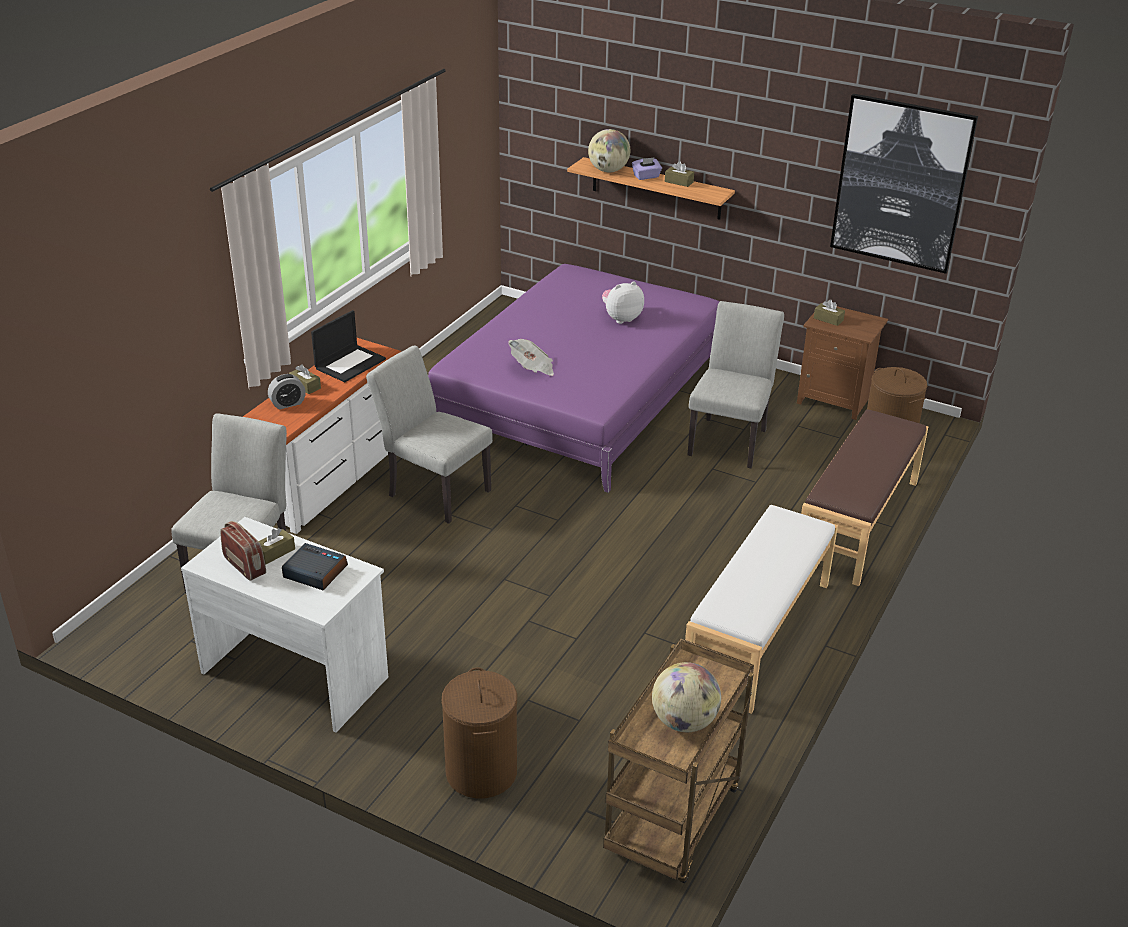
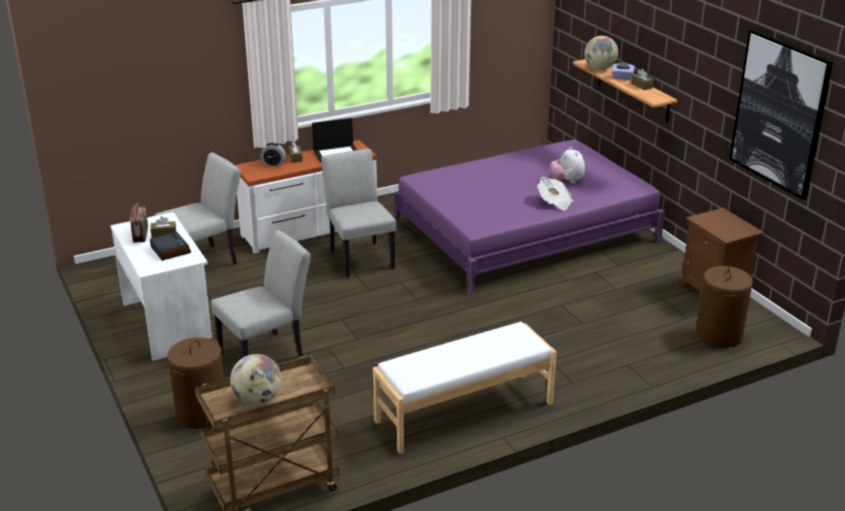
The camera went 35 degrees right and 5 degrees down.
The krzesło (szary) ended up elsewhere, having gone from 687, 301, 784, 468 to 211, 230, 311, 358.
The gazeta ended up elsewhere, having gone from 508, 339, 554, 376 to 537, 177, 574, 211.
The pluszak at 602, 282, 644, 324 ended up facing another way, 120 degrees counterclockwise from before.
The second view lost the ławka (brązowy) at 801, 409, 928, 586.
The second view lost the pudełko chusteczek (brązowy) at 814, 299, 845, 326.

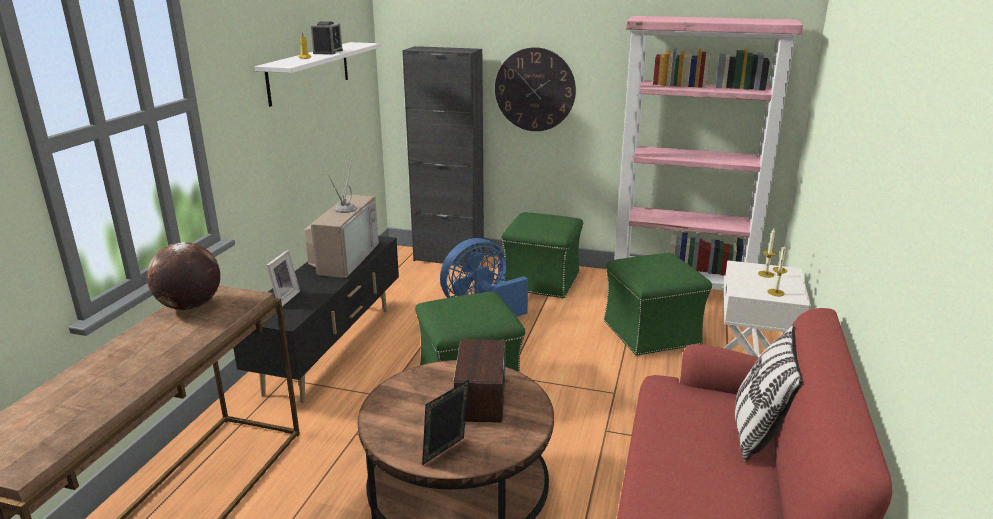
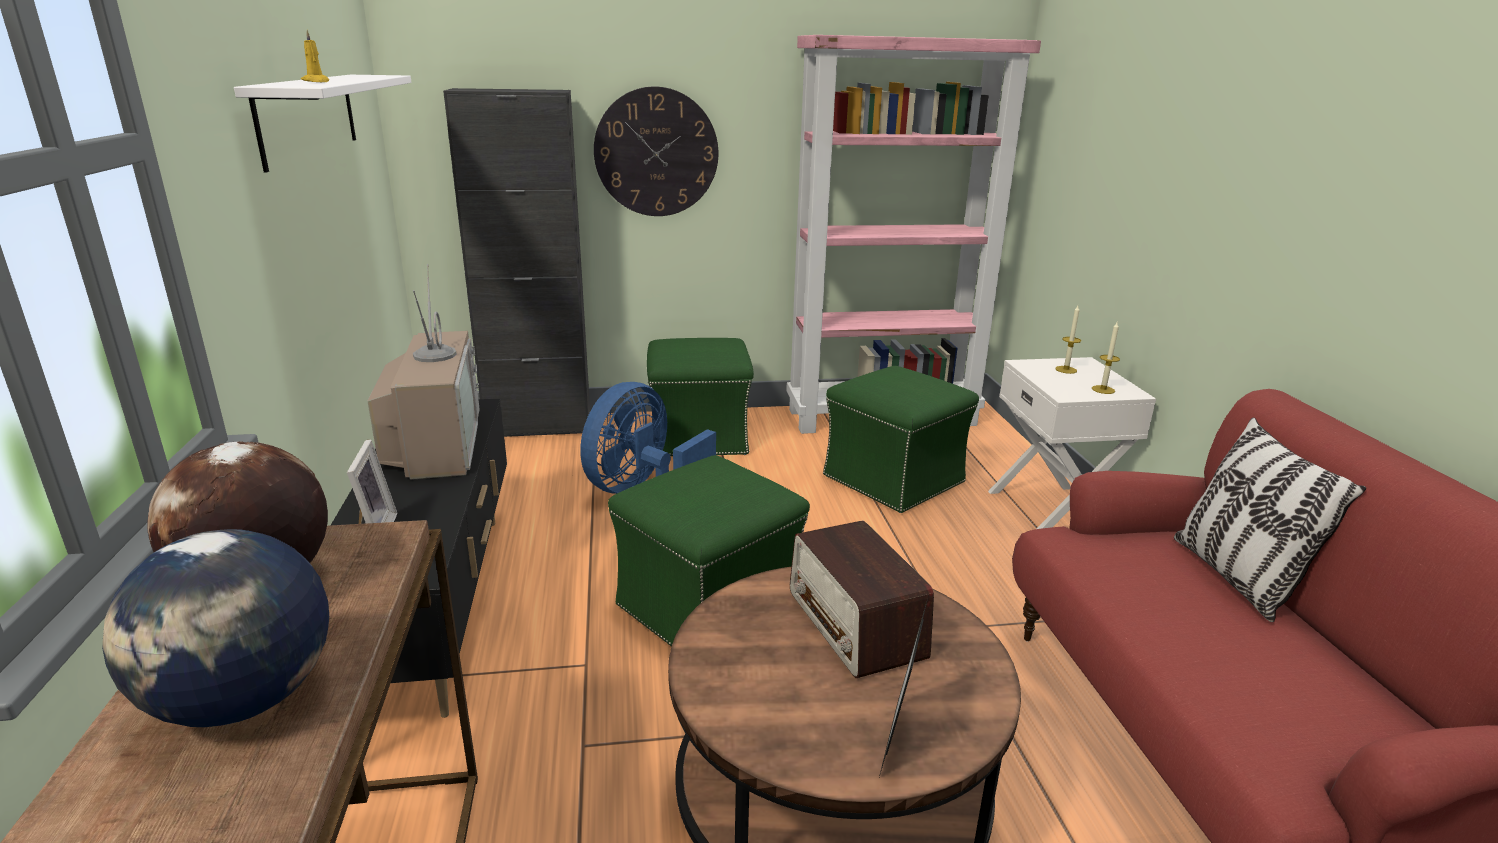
The camera went 25 degrees left and 0 degrees up.
The second view gained the globus at 102, 529, 329, 727.
The second view lost the budzik at 311, 21, 343, 55.

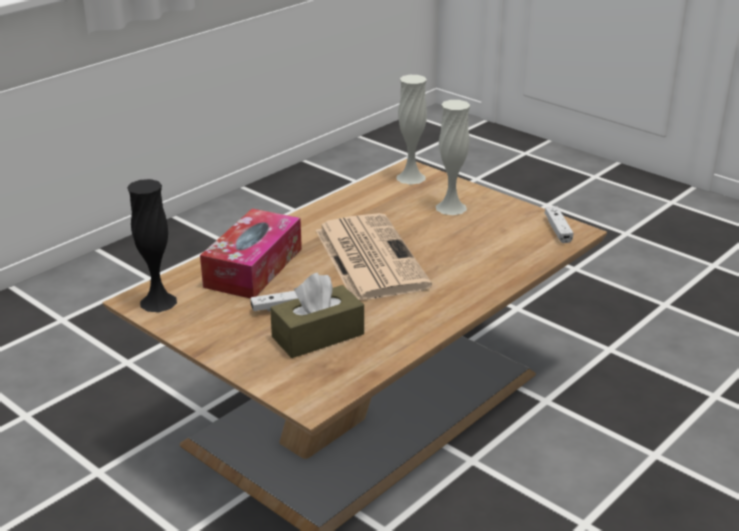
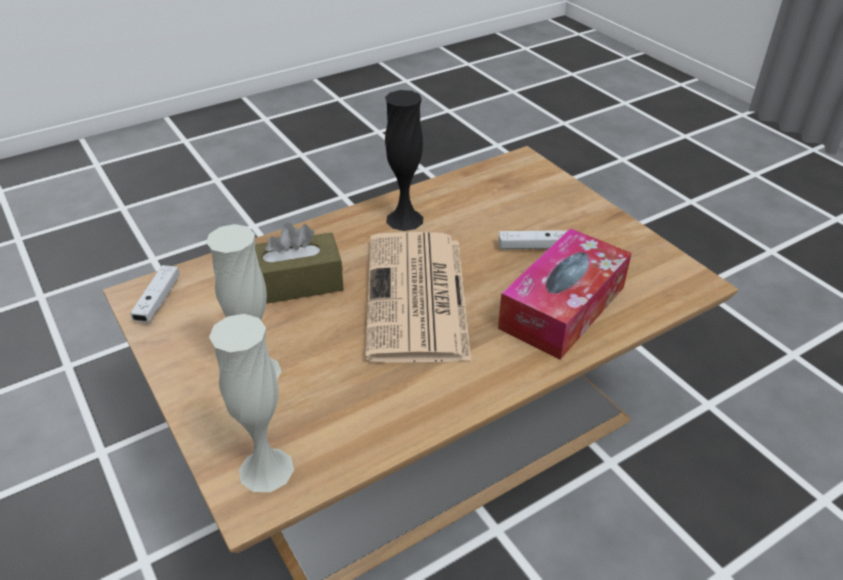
The camera went 165 degrees left and 10 degrees up.
The pudełko chusteczek (brązowy) ended up elsewhere, having gone from 270, 273, 364, 358 to 255, 223, 344, 304.
The wazon (czarny) ended up elsewhere, having gone from 127, 179, 177, 312 to 385, 90, 423, 231.

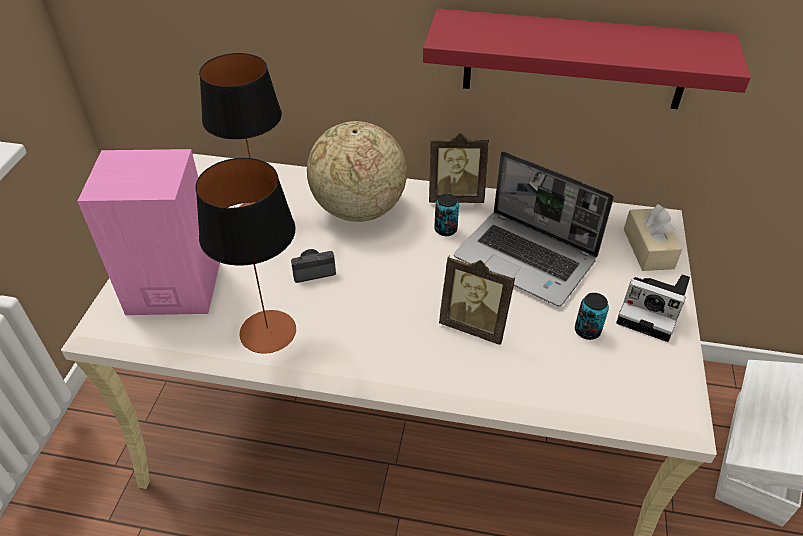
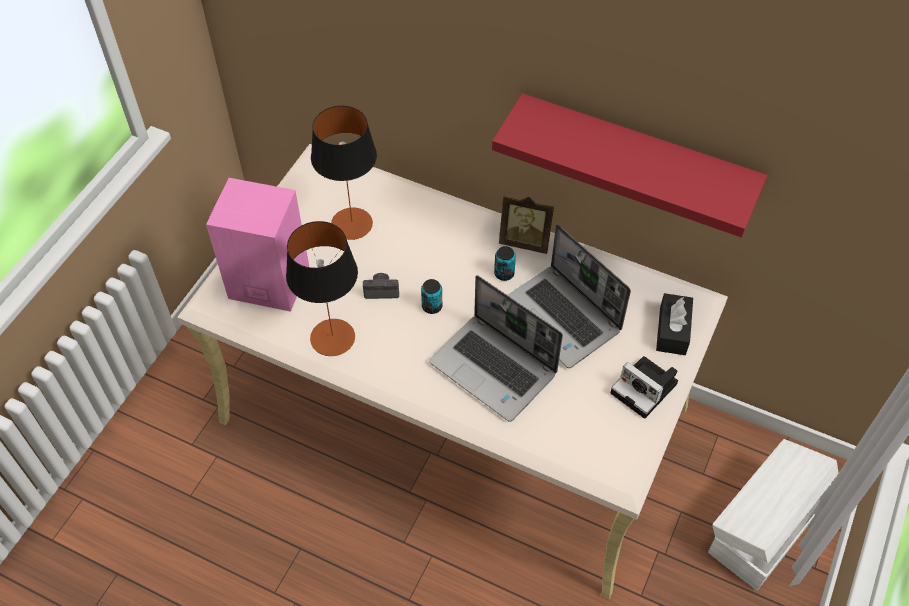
The camera went 15 degrees right and 10 degrees up.
The puszka ended up elsewhere, having gone from 575, 293, 609, 340 to 421, 279, 442, 314.
Where the ramka na zdjęcie stood at 439, 256, 515, 345, the laptop came to stand at 429, 275, 563, 422.
What was the pudełko chusteczek (beżowy) at 624, 204, 682, 271 turned into the pudełko chusteczek (czarny) at 656, 293, 693, 355.
The second view lost the globus at 307, 121, 407, 222.

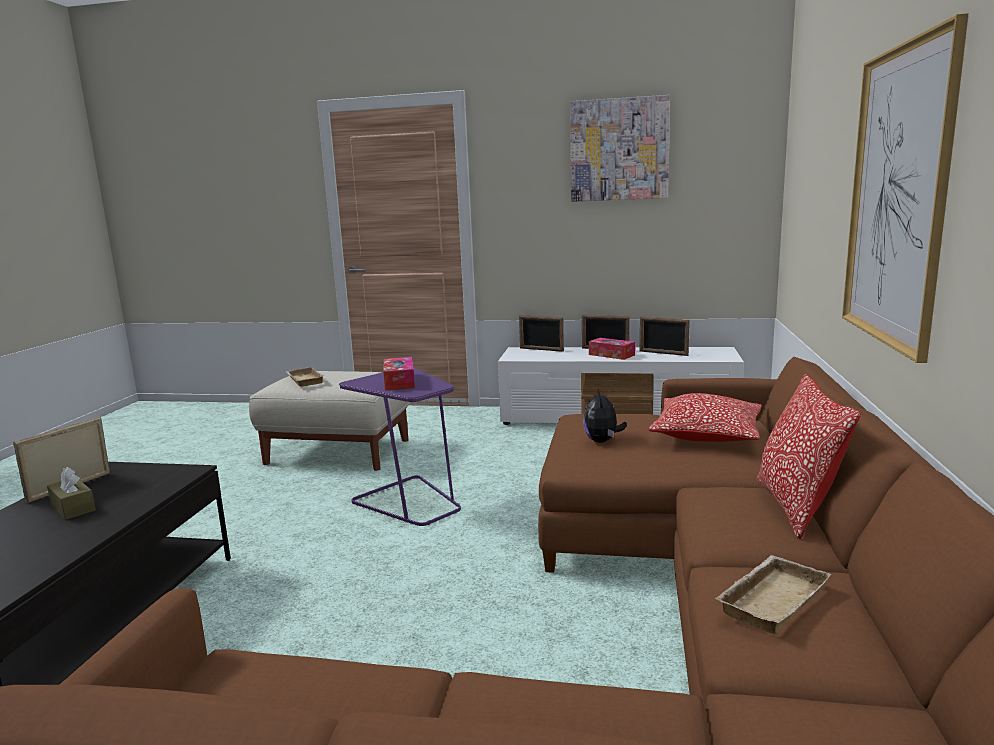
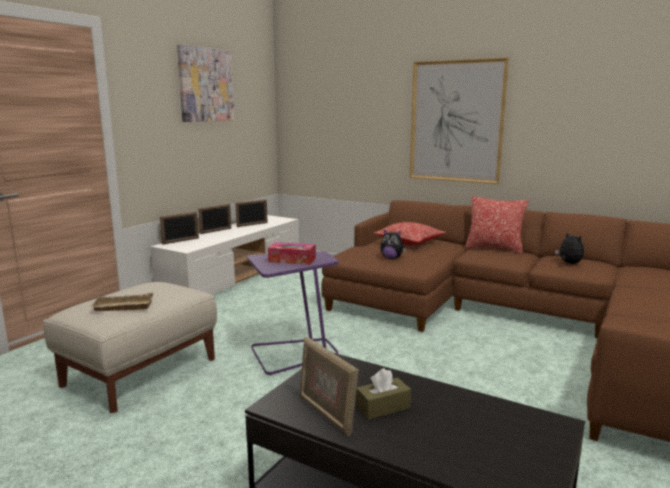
The camera went 70 degrees left and 0 degrees up.
Where the taca (beżowy) stood at 715, 555, 832, 634, the pluszak came to stand at 555, 232, 584, 264.
The second view lost the pudełko chusteczek at 589, 338, 635, 360.

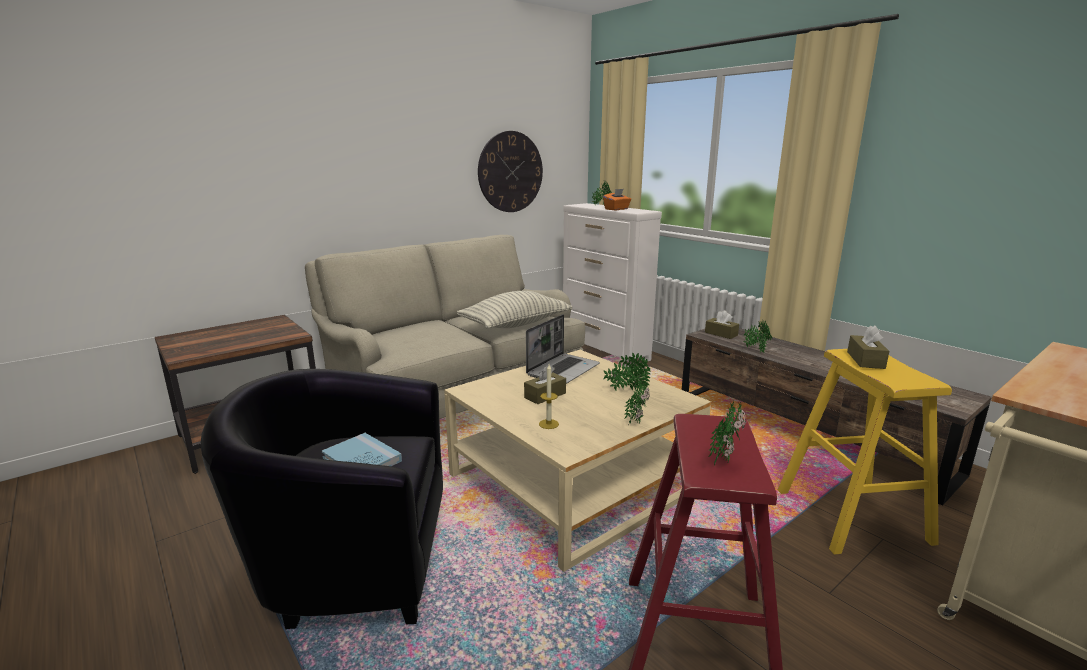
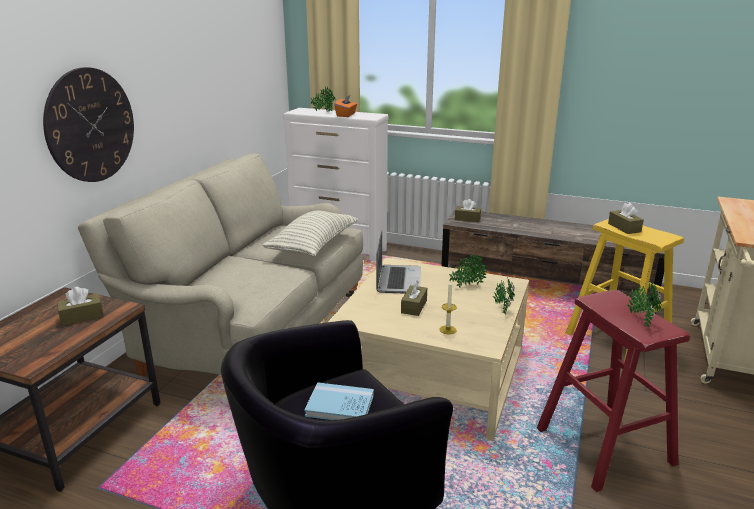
The camera went 30 degrees left and 5 degrees up.
The zegar ścienny ended up elsewhere, having gone from 478, 131, 543, 212 to 43, 67, 134, 182.
The second view gained the pudełko chusteczek (brązowy) at 57, 287, 103, 326.
The second view lost the roślina doniczkowa at 743, 319, 772, 353.

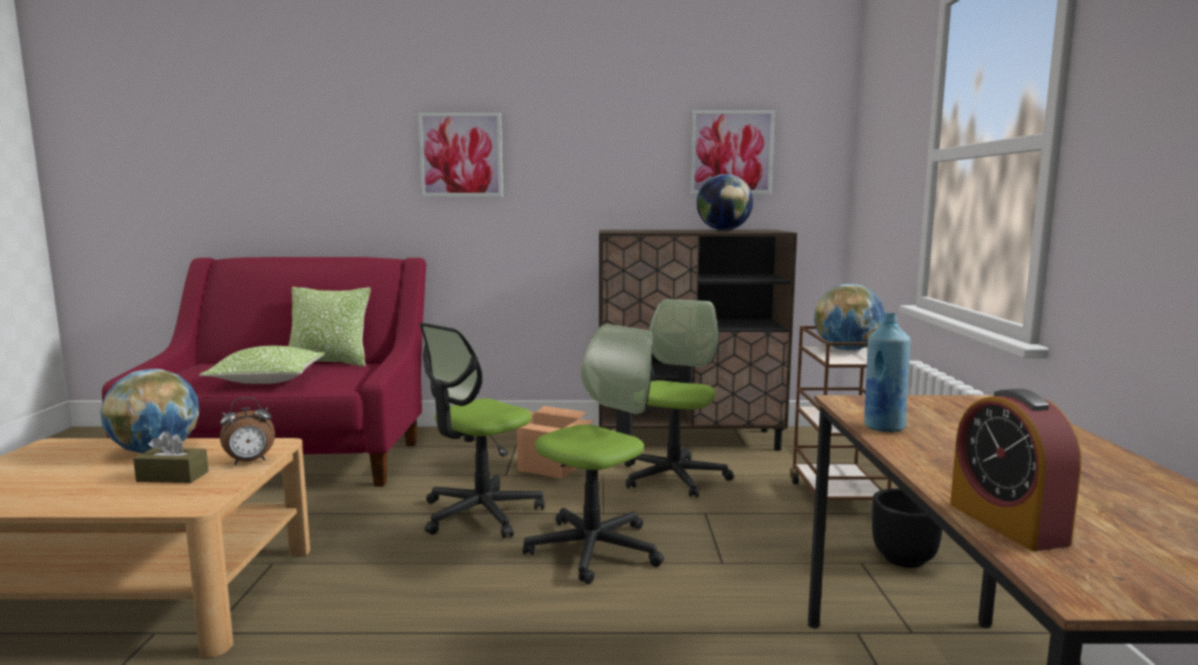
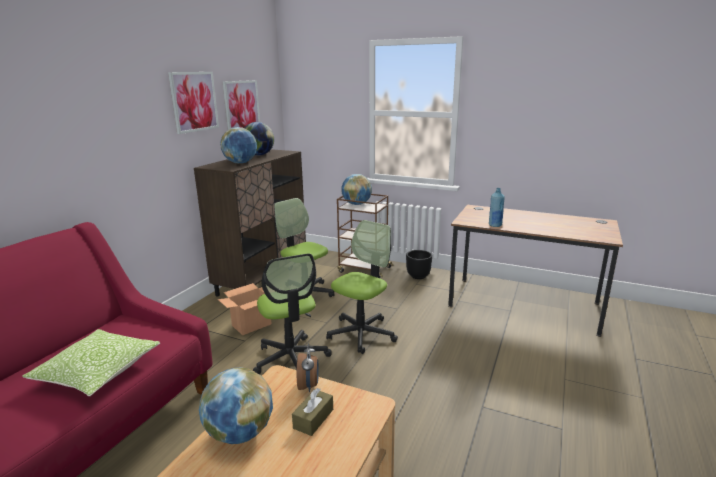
The camera went 65 degrees left and 10 degrees up.
The obraz ended up elsewhere, having gone from 418, 113, 503, 197 to 168, 72, 219, 134.
The second view gained the globus at 220, 127, 257, 163.
The krzesło biurowe at 523, 324, 664, 584 ended up facing another way, 60 degrees clockwise from before.
The second view lost the poduszka at 288, 287, 371, 366.
The second view lost the budzik at 950, 389, 1082, 551.

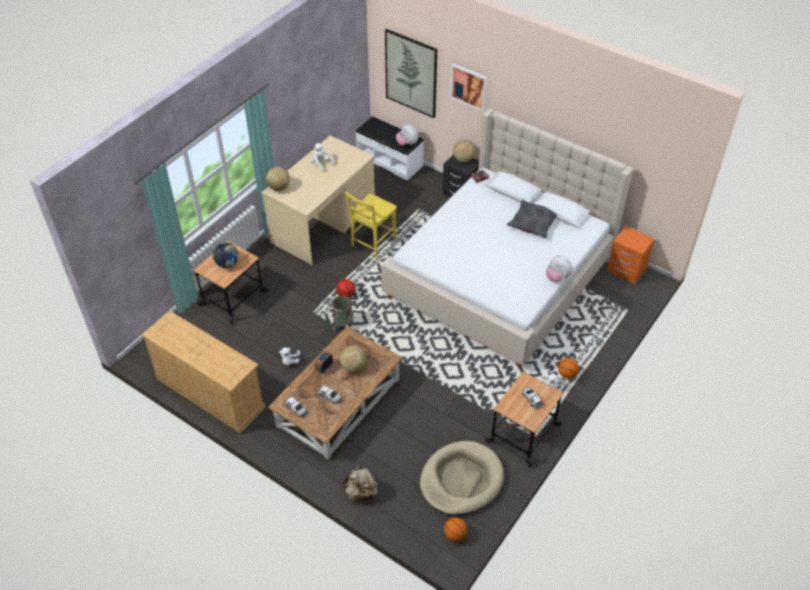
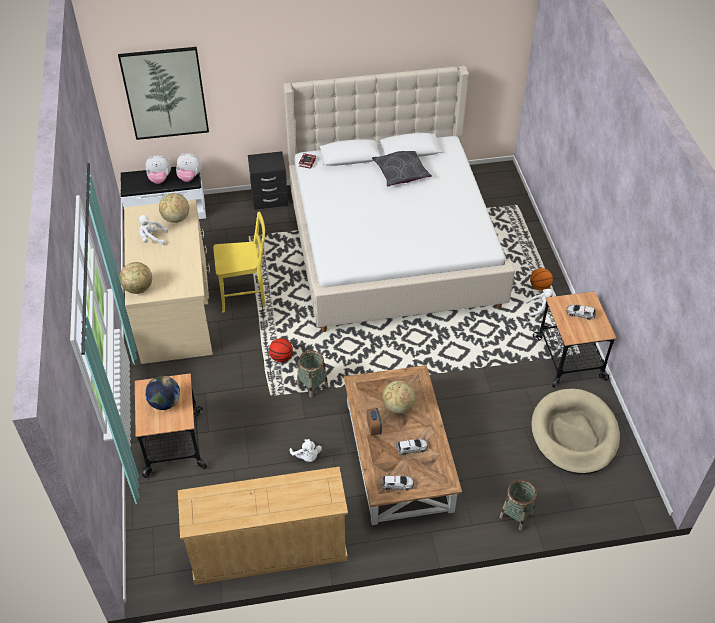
The camera went 45 degrees left and 0 degrees up.
The pluszak ended up elsewhere, having gone from 546, 255, 573, 282 to 145, 155, 171, 184.
The globus ended up elsewhere, having gone from 453, 140, 475, 162 to 159, 193, 189, 223.
The krzesło (żółty) at 345, 192, 397, 258 ended up facing another way, 90 degrees counterclockwise from before.
Where the plecak (beżowy) stood at 342, 465, 378, 501, the koszyk came to stand at 500, 480, 536, 530.
The second view lost the piłka do koszykówki at 444, 517, 468, 542.
The second view lost the obraz at 450, 64, 487, 111.
The second view lost the szafka nocna (pomarańczowy) at 607, 226, 655, 284.

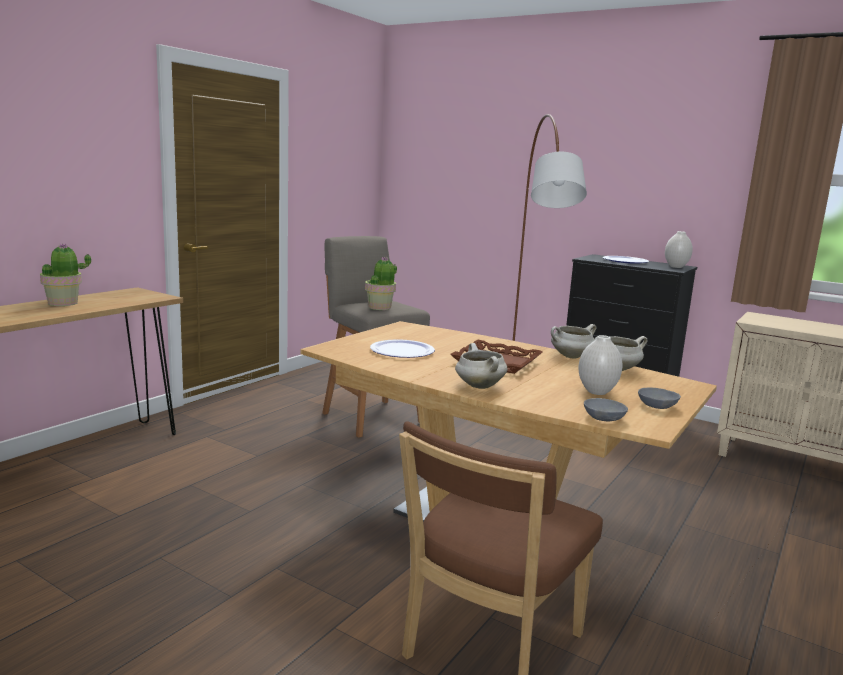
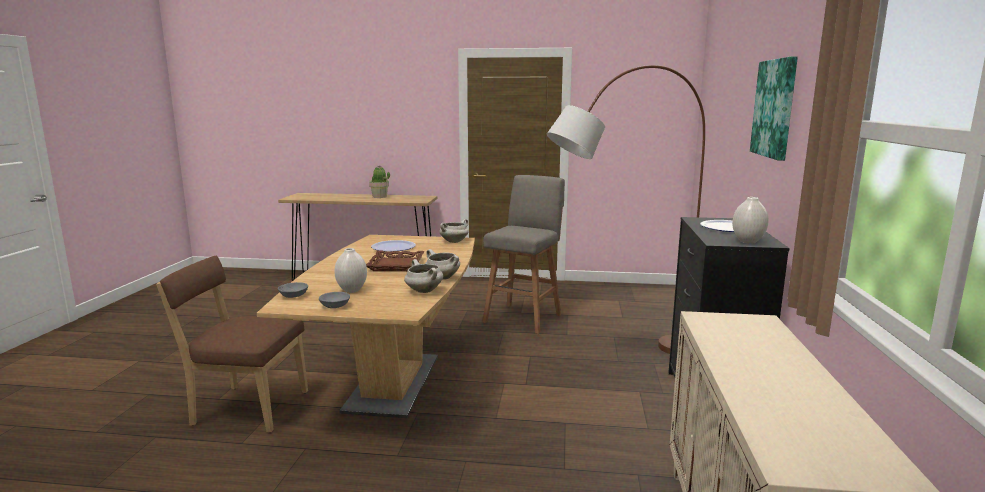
The camera went 65 degrees right and 0 degrees up.
The garnek (biały) ended up elsewhere, having gone from 455, 343, 507, 389 to 439, 219, 469, 243.
The second view gained the obraz at 750, 57, 798, 161.
The second view lost the roślina doniczkowa at 365, 257, 397, 310.

